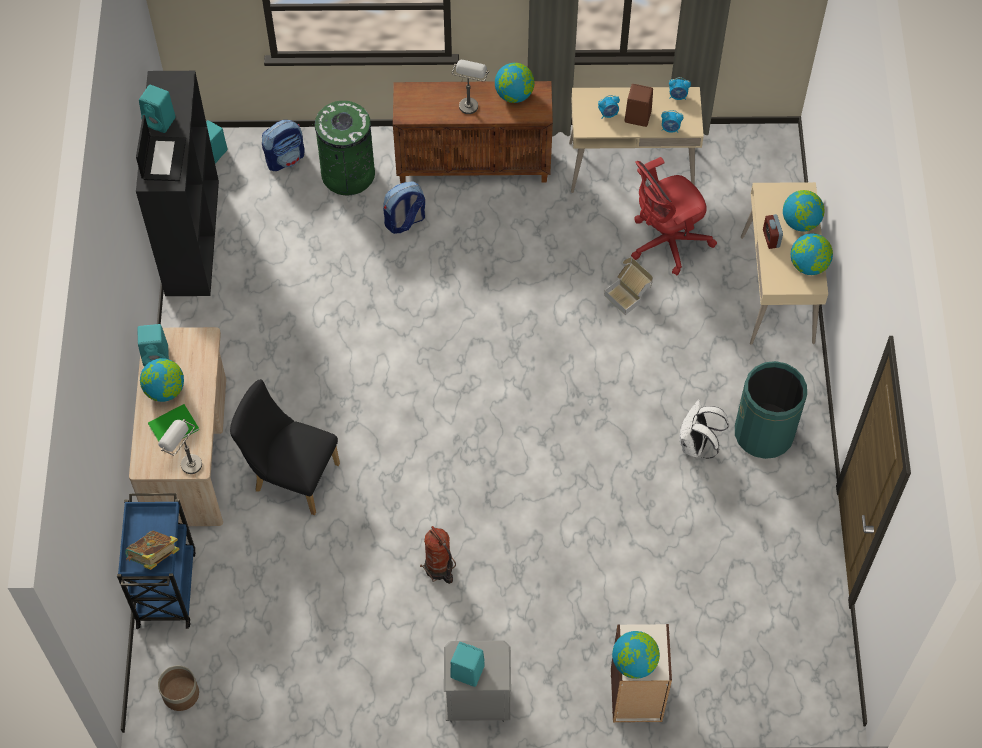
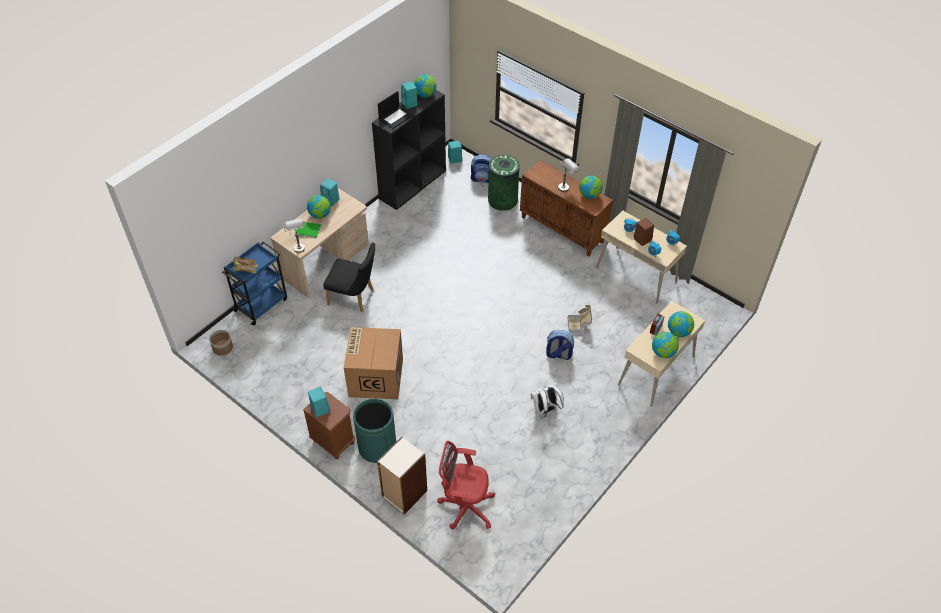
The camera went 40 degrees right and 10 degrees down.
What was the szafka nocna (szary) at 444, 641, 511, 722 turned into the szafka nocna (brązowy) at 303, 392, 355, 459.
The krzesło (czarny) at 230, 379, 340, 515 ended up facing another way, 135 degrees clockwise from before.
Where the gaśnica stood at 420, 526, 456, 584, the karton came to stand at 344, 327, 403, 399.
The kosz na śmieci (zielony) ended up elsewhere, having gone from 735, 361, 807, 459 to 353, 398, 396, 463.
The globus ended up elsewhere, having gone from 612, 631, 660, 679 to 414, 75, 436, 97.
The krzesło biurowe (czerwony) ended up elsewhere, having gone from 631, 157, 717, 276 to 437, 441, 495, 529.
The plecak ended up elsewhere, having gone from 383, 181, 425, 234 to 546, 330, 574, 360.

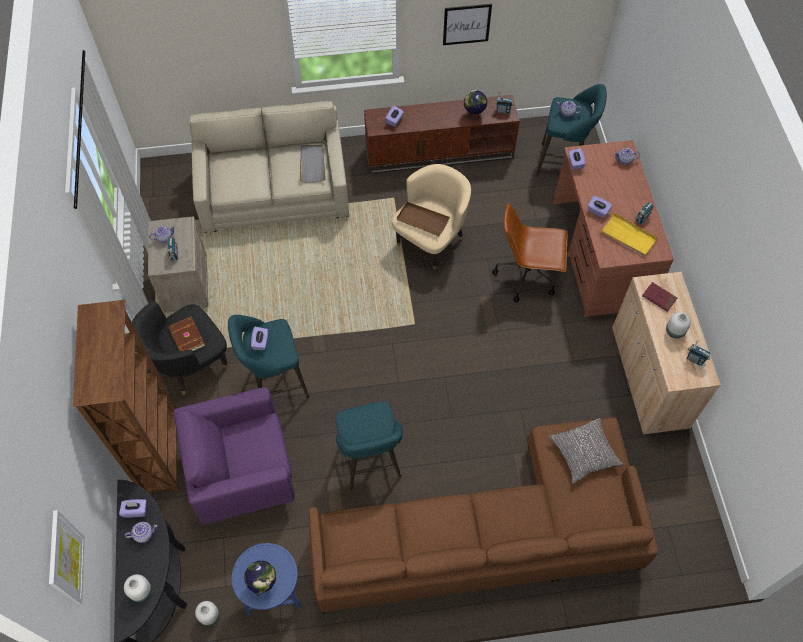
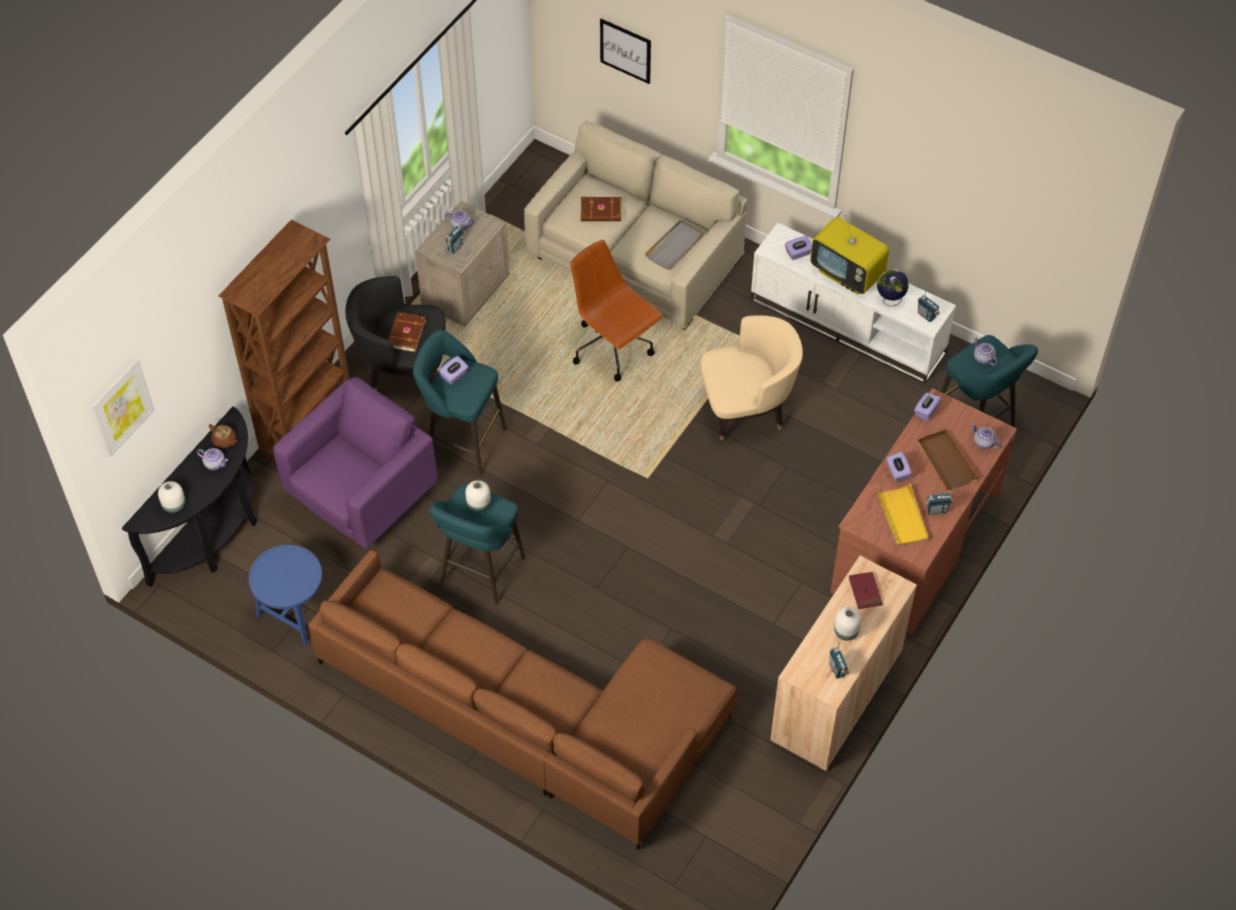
The camera went 40 degrees right and 5 degrees down.
Where the pudełko chusteczek (fioletowy) stood at 119, 499, 147, 518, the imbryk (brązowy) came to stand at 209, 424, 238, 448.
The fotel (fioletowy) at 174, 387, 295, 524 ended up facing another way, 105 degrees clockwise from before.
The wazon (biały) ended up elsewhere, having gone from 195, 601, 219, 626 to 465, 480, 491, 512.
The krzesło biurowe (brązowy) ended up elsewhere, having gone from 492, 203, 568, 302 to 570, 240, 663, 381.
The second view gained the książka (brązowy) at 581, 197, 621, 222.
The obraz ended up elsewhere, having gone from 443, 4, 492, 45 to 600, 19, 651, 84.
What was the szafka pod telewizor (brązowy) at 364, 95, 520, 174 turned into the szafka pod telewizor (biały) at 750, 223, 956, 384.
The second view gained the telewizor at 810, 215, 889, 294.
The taca (brązowy) ended up elsewhere, having gone from 397, 202, 450, 237 to 917, 430, 978, 490.
The second view lost the globus at 244, 560, 276, 596.
The second view lost the poduszka (szary) at 549, 418, 623, 484.

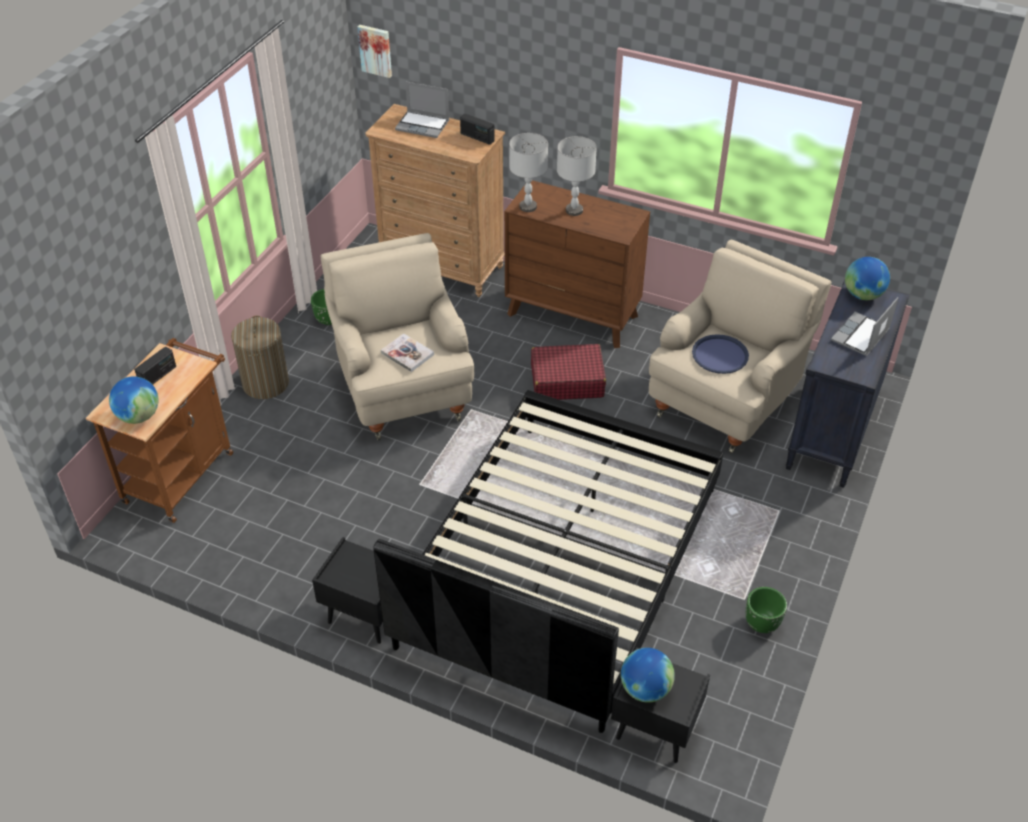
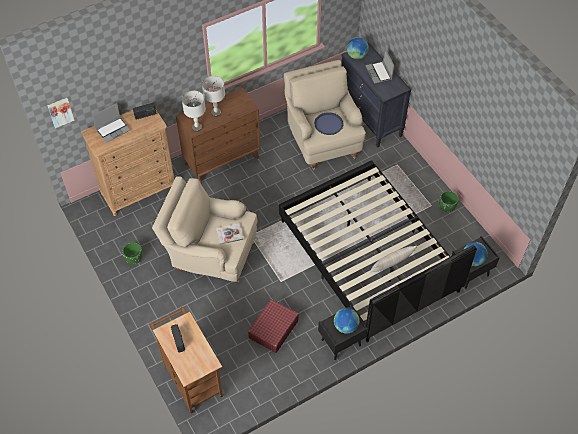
The camera went 55 degrees left and 10 degrees up.
The walizka (czerwony) ended up elsewhere, having gone from 531, 344, 606, 400 to 248, 299, 299, 353.
The globus ended up elsewhere, having gone from 109, 376, 159, 424 to 334, 308, 359, 334.
The second view gained the poduszka (beżowy) at 370, 246, 417, 272.
The second view lost the kosz na pranie at 231, 316, 289, 399.

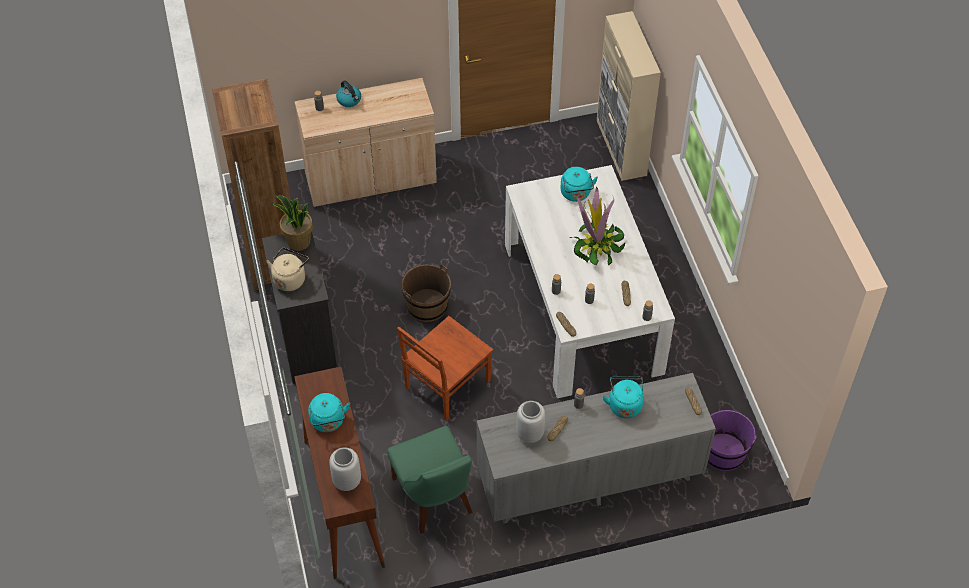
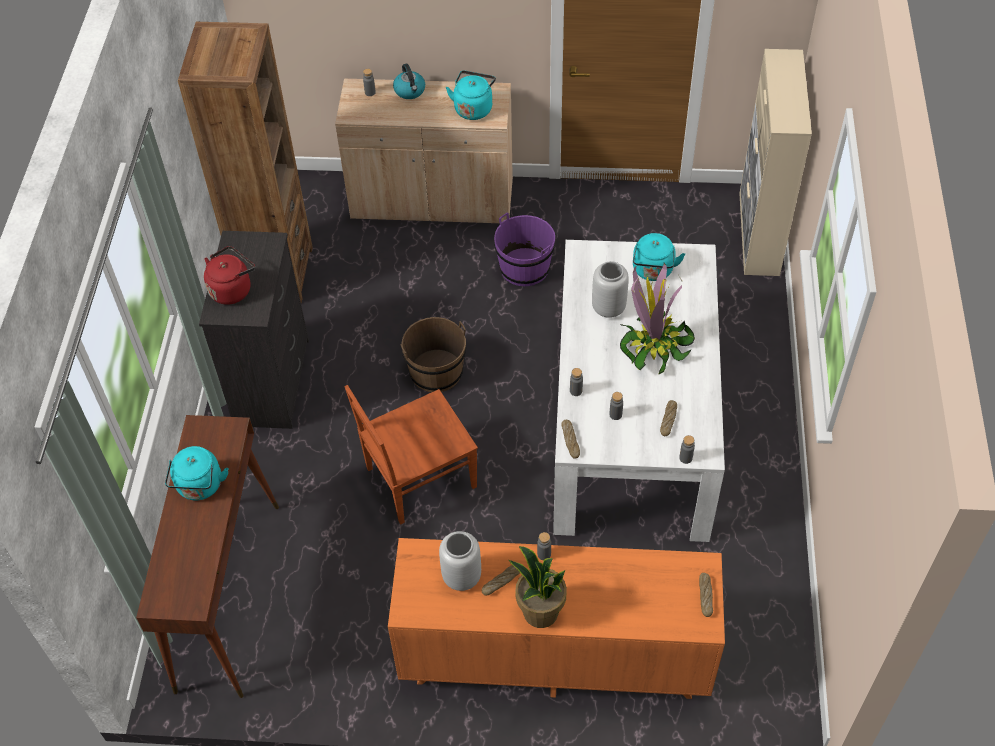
The camera went 20 degrees right and 0 degrees up.
What was the czajnik (beżowy) at 266, 248, 309, 291 turned into the czajnik (czerwony) at 204, 246, 255, 305.
What was the komoda (szary) at 477, 373, 716, 524 turned into the komoda (pomarańczowy) at 388, 538, 725, 699.
The czajnik (turkusowy) ended up elsewhere, having gone from 603, 376, 644, 418 to 446, 71, 496, 120.
The wiadro (fioletowy) ended up elsewhere, having gone from 708, 410, 757, 471 to 494, 212, 555, 286.
The roślina doniczkowa ended up elsewhere, having gone from 271, 195, 313, 251 to 509, 546, 567, 628.
The wazon (szary) ended up elsewhere, having gone from 330, 448, 361, 491 to 592, 261, 629, 318.
The second view lost the krzesło (zielony) at 387, 426, 473, 534.

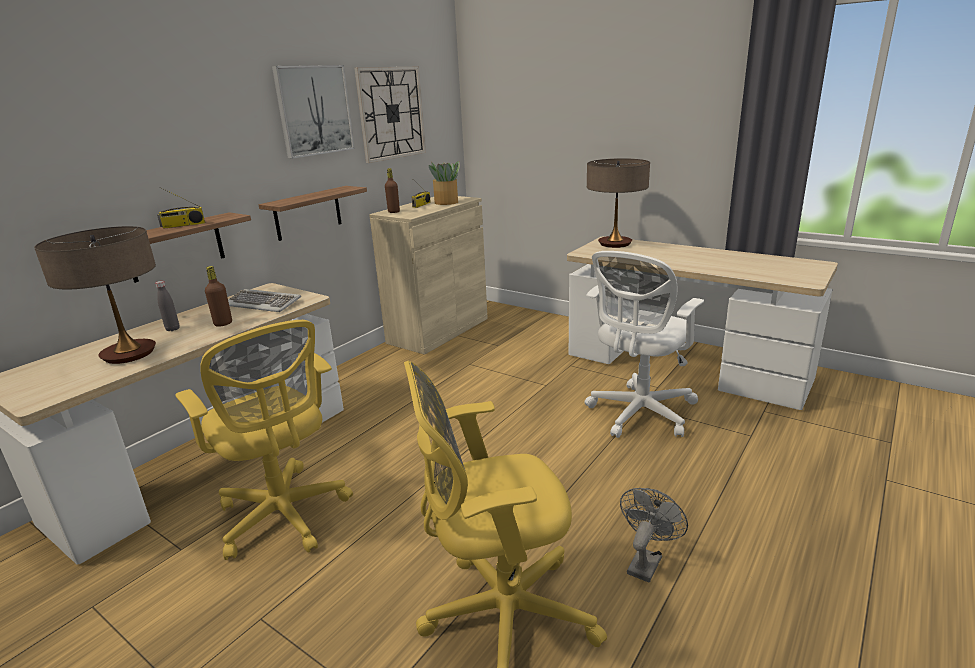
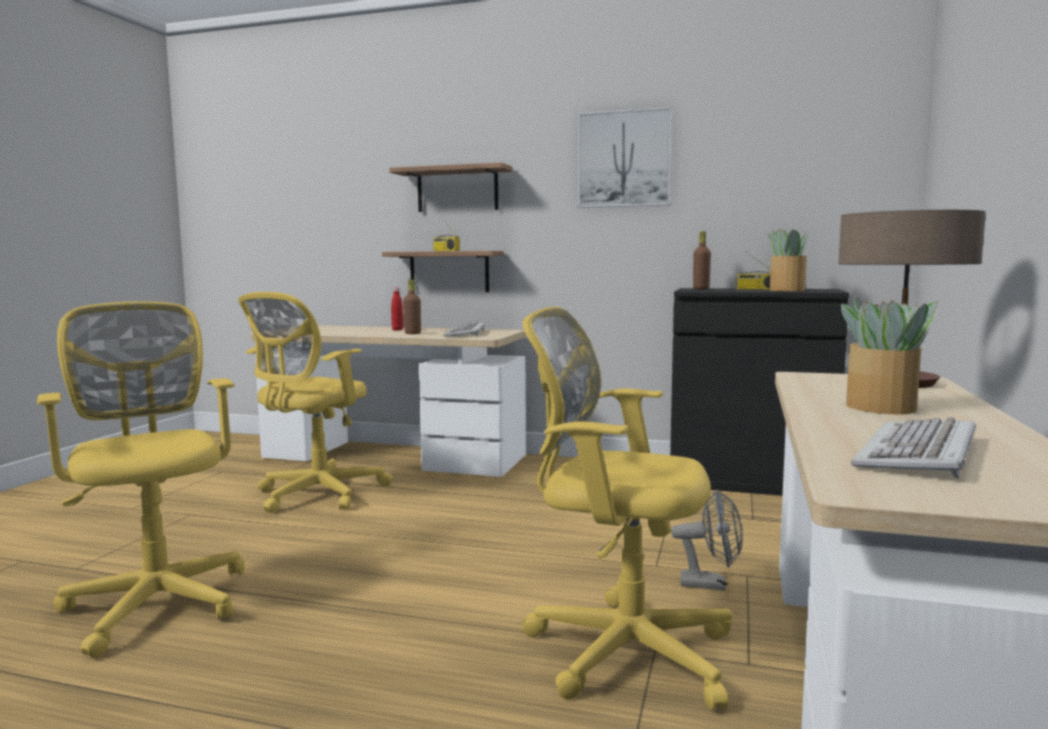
The camera went 70 degrees right and 15 degrees down.
The półka ended up elsewhere, having gone from 259, 186, 367, 241 to 389, 163, 513, 212.
What was the butelka (szary) at 155, 281, 179, 331 turned into the butelka (czerwony) at 391, 287, 403, 331.
What was the krzesło biurowe (biały) at 584, 251, 704, 438 turned into the krzesło biurowe (żółty) at 522, 307, 732, 710.
What was the szafka (beżowy) at 369, 196, 488, 355 turned into the szafka (czarny) at 670, 288, 849, 496.
The wentylator (szary) ended up elsewhere, having gone from 620, 488, 688, 583 to 671, 490, 743, 591.
The second view gained the roślina doniczkowa at 841, 297, 938, 414.
The second view gained the klawiatura at 851, 417, 976, 479.
The second view lost the lampa stołowa at 34, 226, 156, 364.
The second view lost the zegar ścienny at 354, 67, 426, 163.

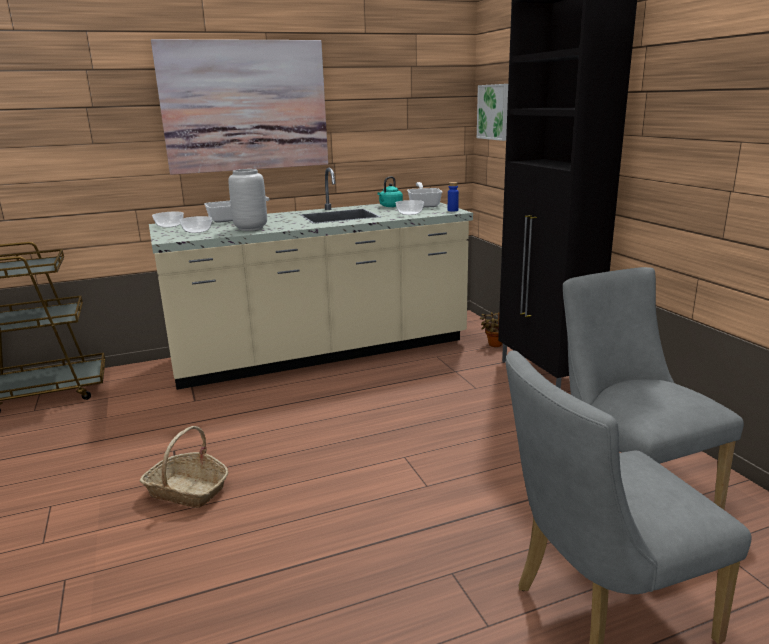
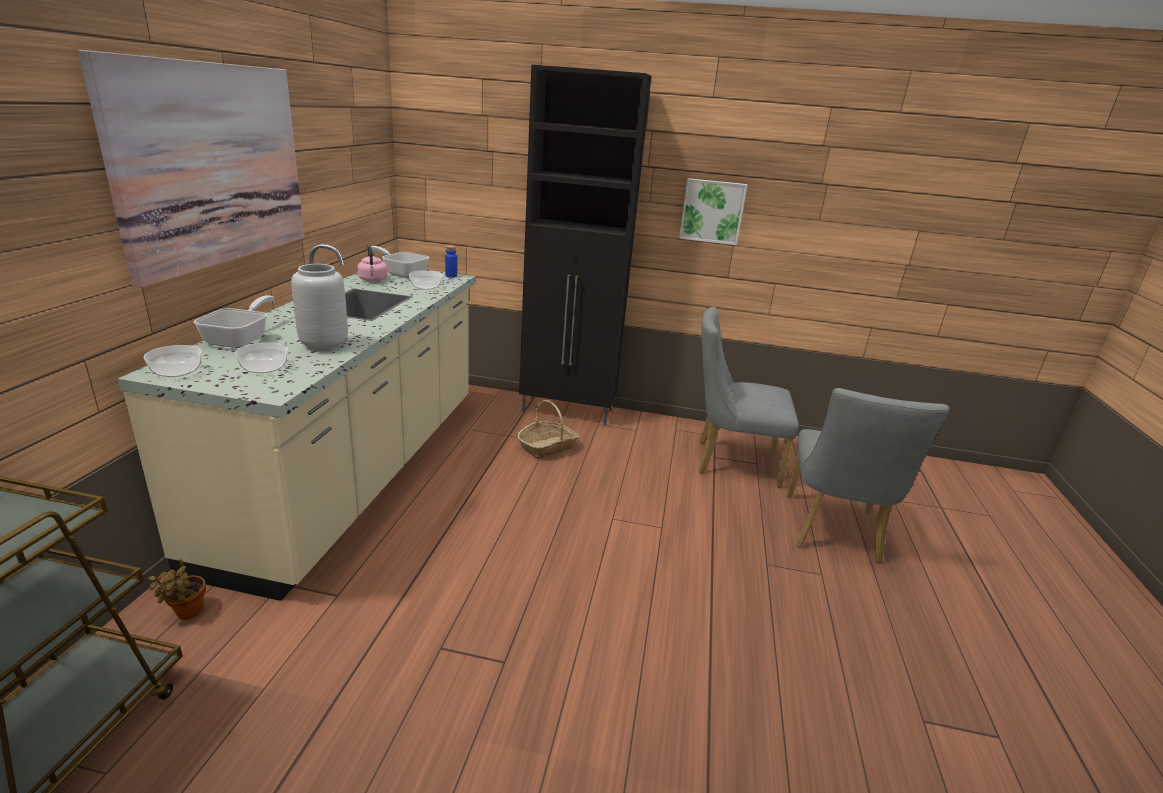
The camera went 60 degrees left and 5 degrees up.
The roślina doniczkowa ended up elsewhere, having gone from 480, 312, 502, 347 to 149, 559, 206, 619.
What was the czajnik (turkusowy) at 377, 176, 403, 207 turned into the czajnik (różowy) at 358, 244, 387, 282.
The koszyk ended up elsewhere, having gone from 140, 426, 228, 508 to 517, 400, 579, 459.
The obraz ended up elsewhere, having gone from 477, 84, 508, 141 to 679, 178, 747, 245.

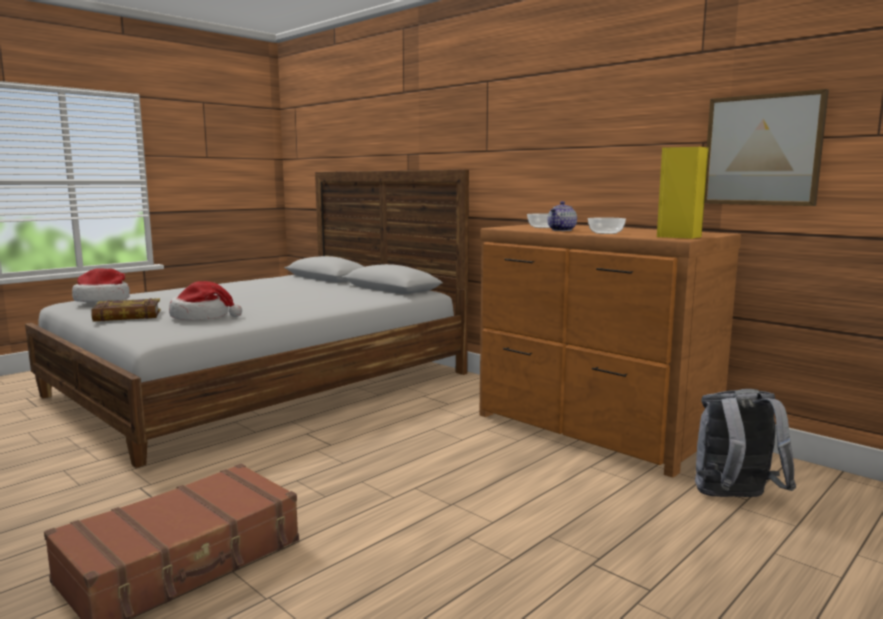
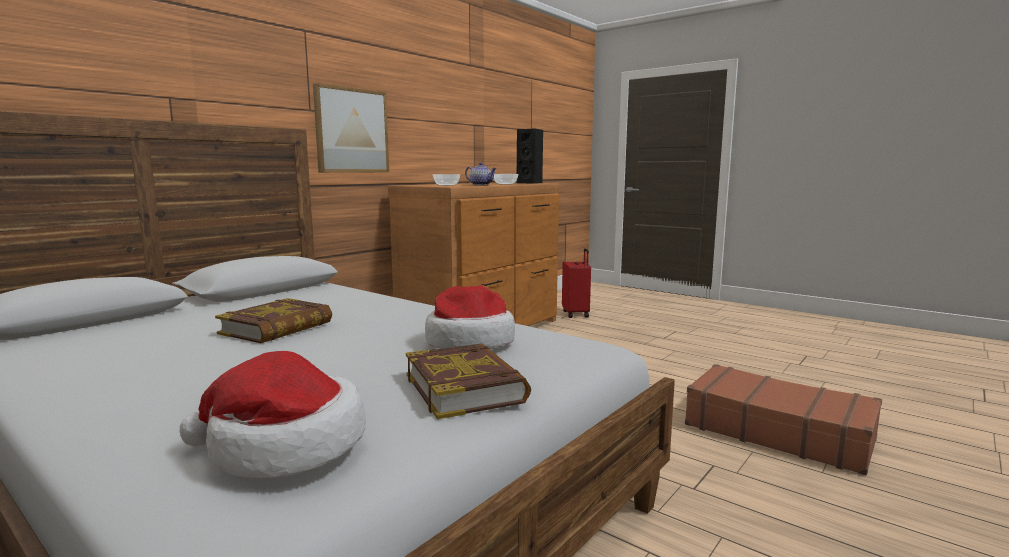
The camera went 95 degrees left and 0 degrees up.
The second view gained the książka at 215, 298, 332, 343.
The obraz ended up elsewhere, having gone from 704, 89, 829, 206 to 313, 83, 389, 173.
What was the głośnik (żółty) at 657, 147, 709, 239 turned into the głośnik (czarny) at 516, 128, 543, 184.
Where the plecak (szary) stood at 695, 389, 796, 497, the walizka (czerwony) came to stand at 562, 249, 591, 318.

